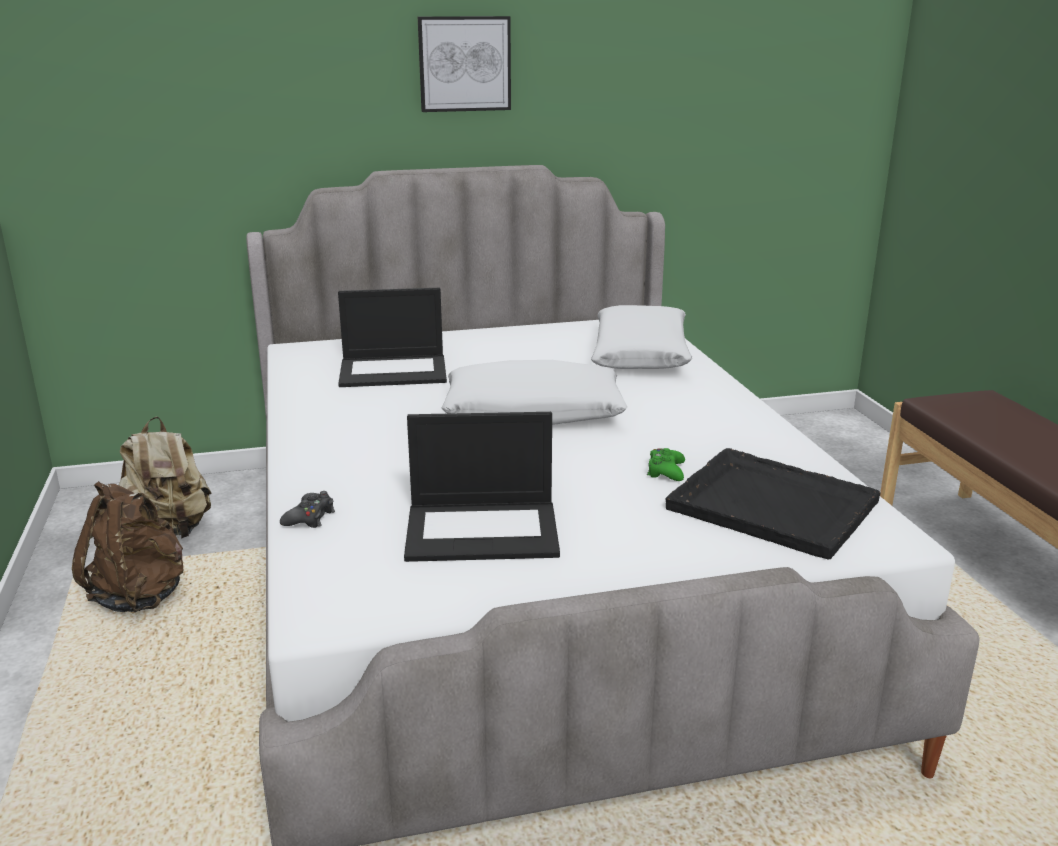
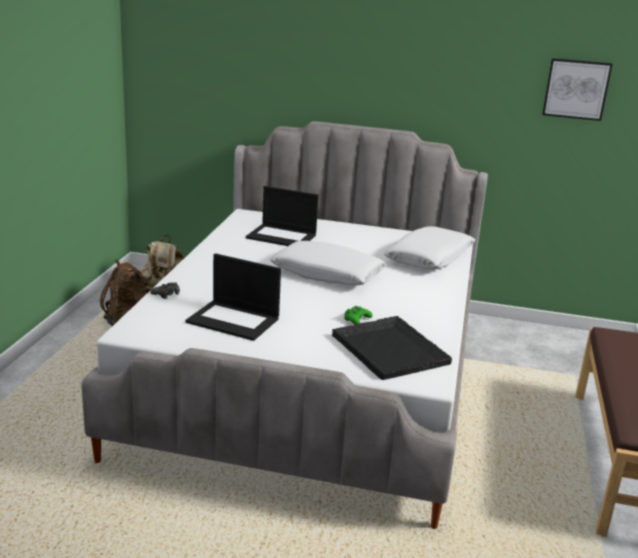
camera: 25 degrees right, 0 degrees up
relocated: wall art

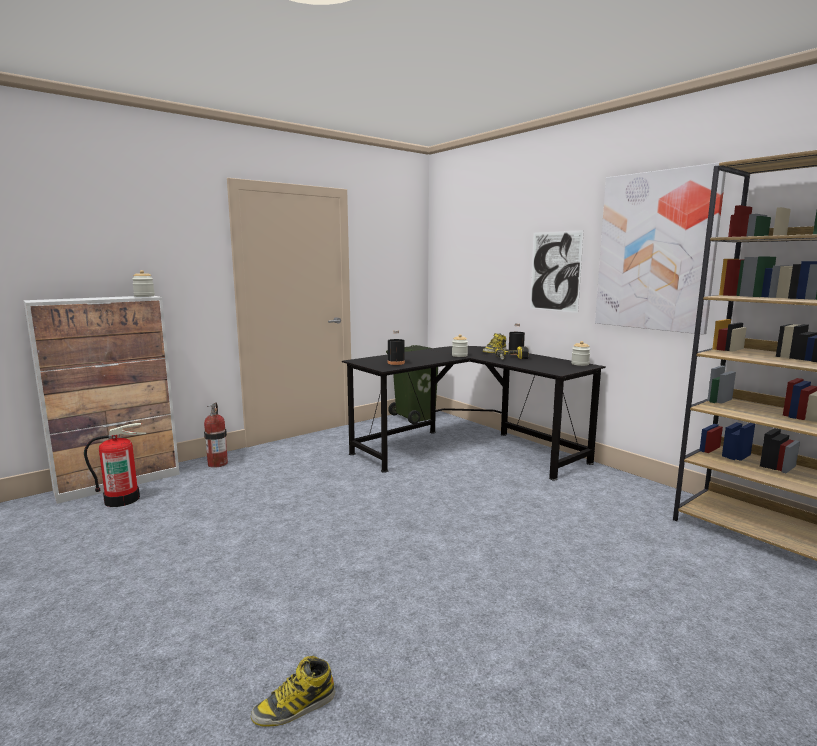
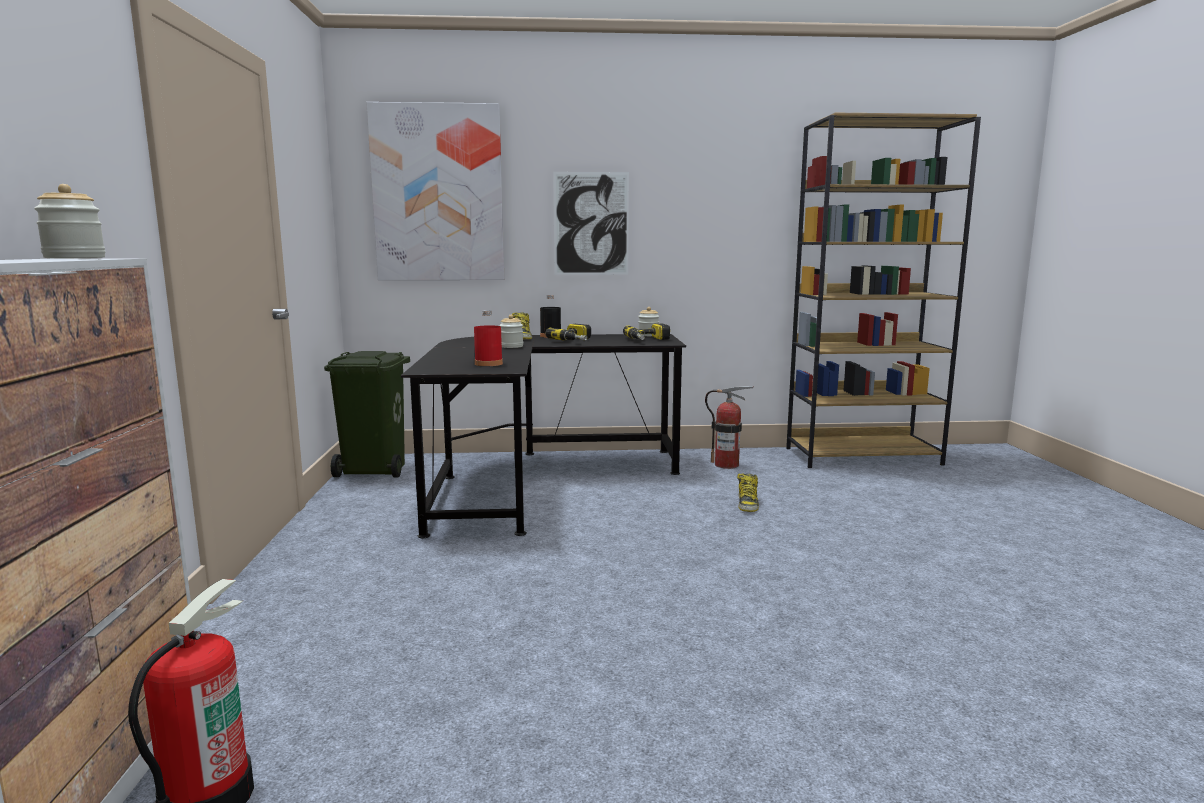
camera: 55 degrees left, 0 degrees up
appeared: electric drill (no. 2 from left)
relocated: wall art (no. 2 from left in the first image) to wall art (no. 1 from left); fire extinguisher (no. 2 from left); tall boot (no. 1 from left in the first image) to tall boot (no. 2 from left)
colour: beverage bottle/black (no. 1 from left) to beverage bottle/red

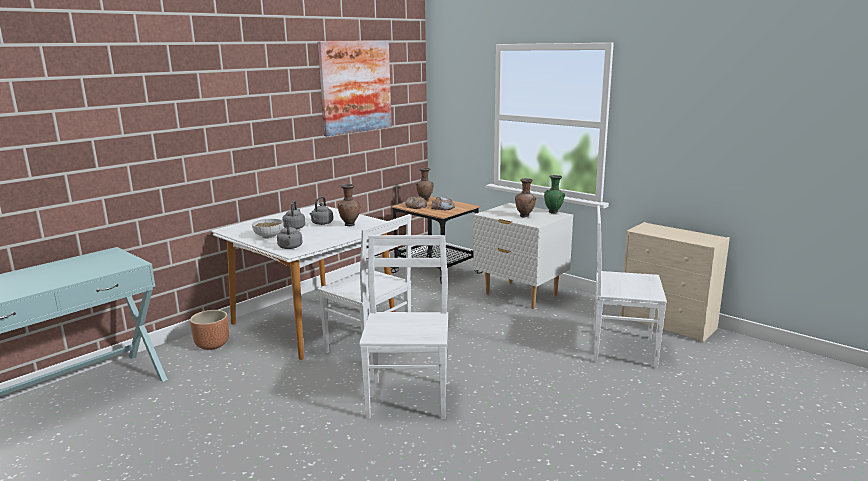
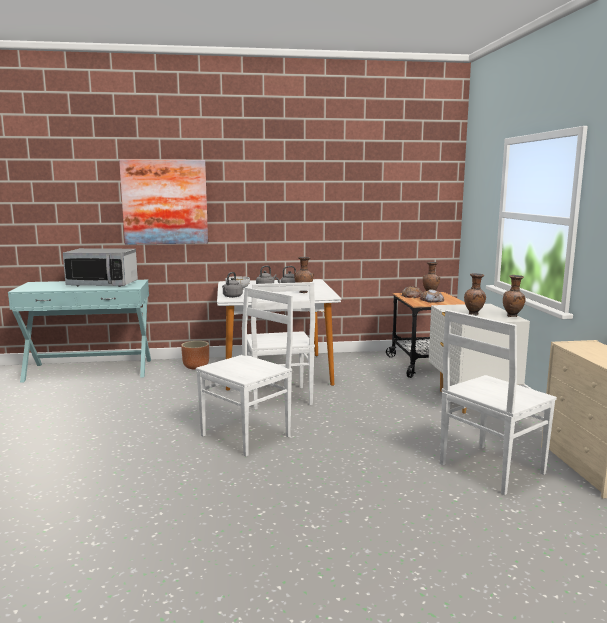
camera: 40 degrees right, 5 degrees down
appeared: microwave oven
relocated: wall art
colour: vase/green-coloured to vase/brown-coloured (no. 4 from left)
spun: upright chair/white-coloured (no. 3 from left) 90 degrees counterclockwise

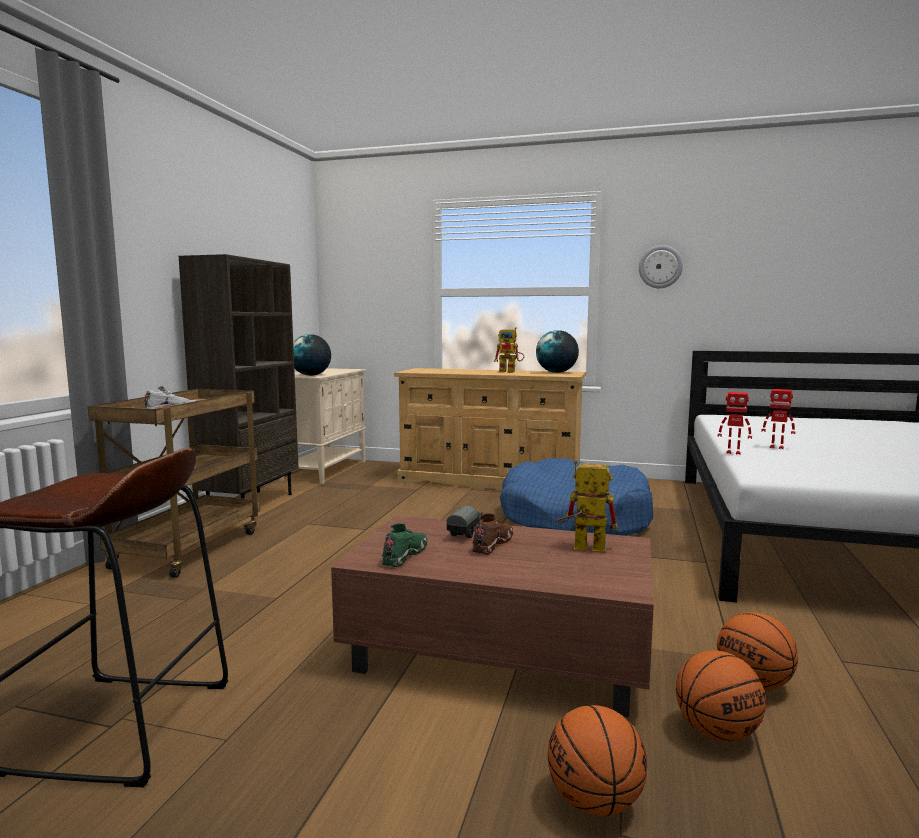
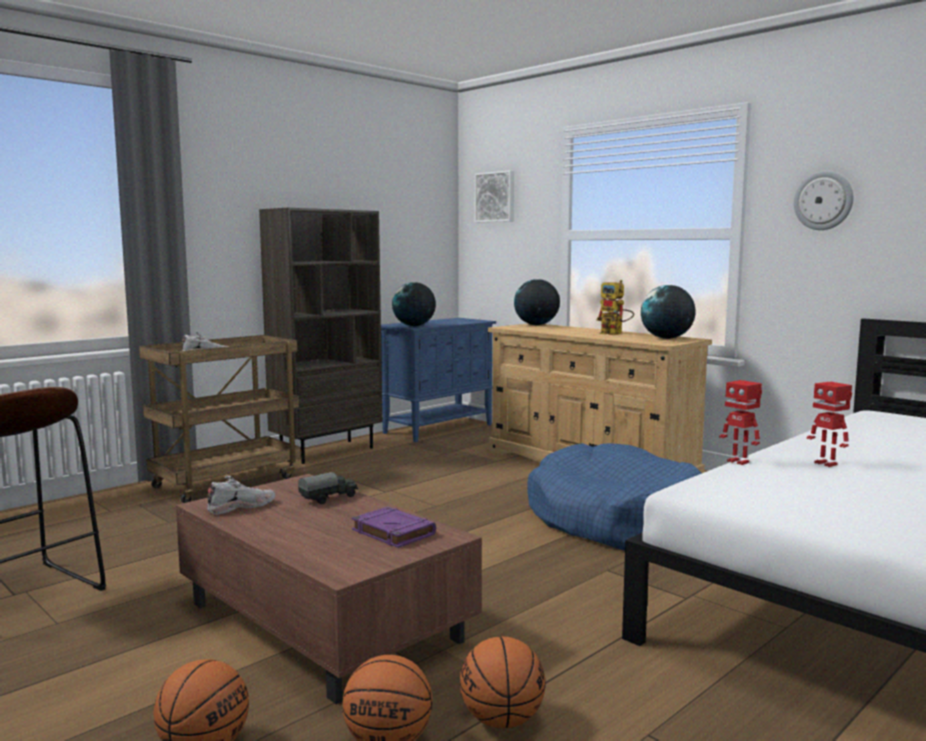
camera: 30 degrees right, 0 degrees up
missing: item of footwear/brown-coloured
appeared: wall art; world globe (no. 2 from left)
exchanged: toy robot (no. 2 from left) to book/purplish
colour: cupboard/beige to cupboard/blue; item of footwear/green-coloured to item of footwear/white-coloured (no. 2 from left)

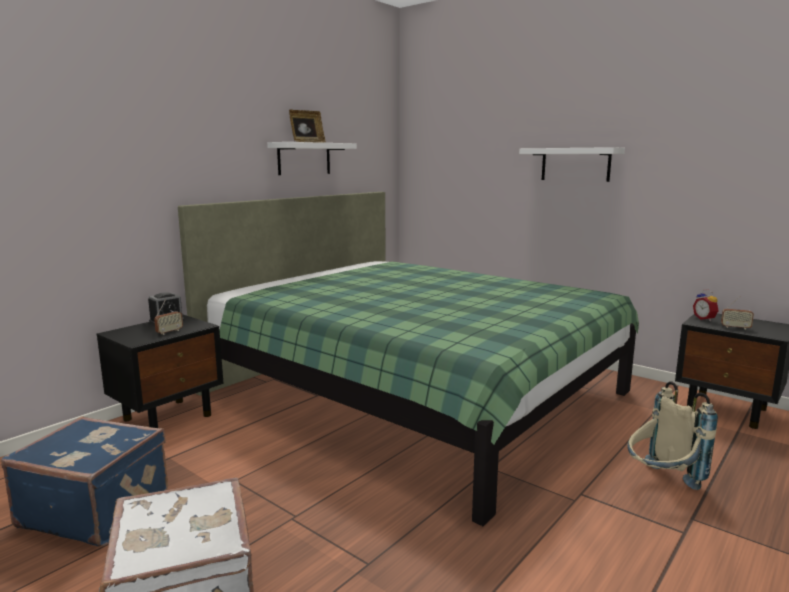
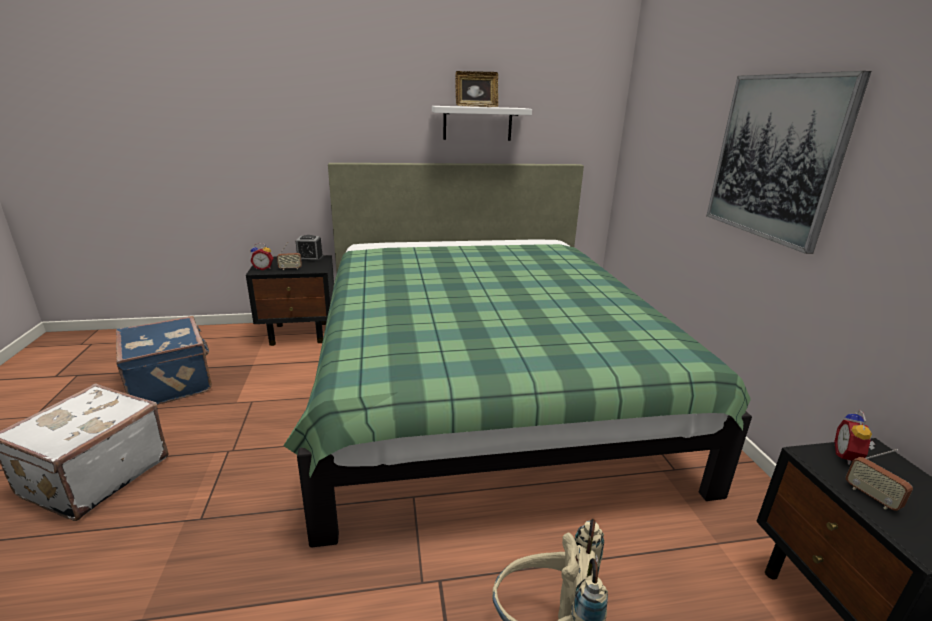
camera: 40 degrees right, 10 degrees up
appeared: alarm clock (no. 1 from left)
exchanged: shelf/white-coloured (no. 2 from left) to wall art

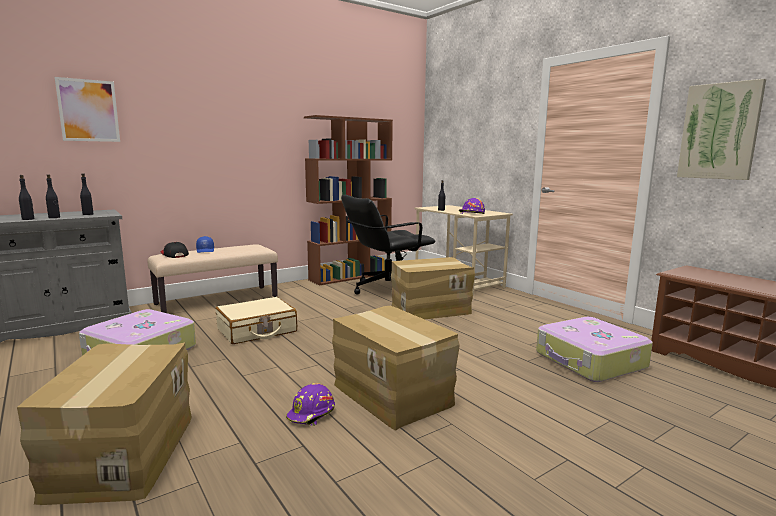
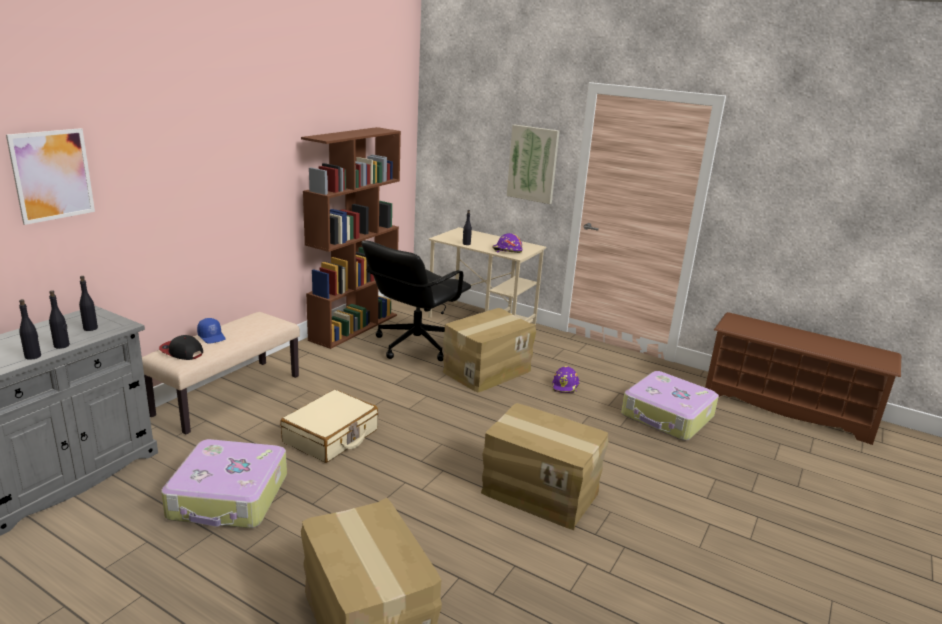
camera: 25 degrees left, 10 degrees up
relocated: wall art (no. 2 from left); safety helmet/purplish (no. 1 from left in the first image) to safety helmet/purplish (no. 2 from left)

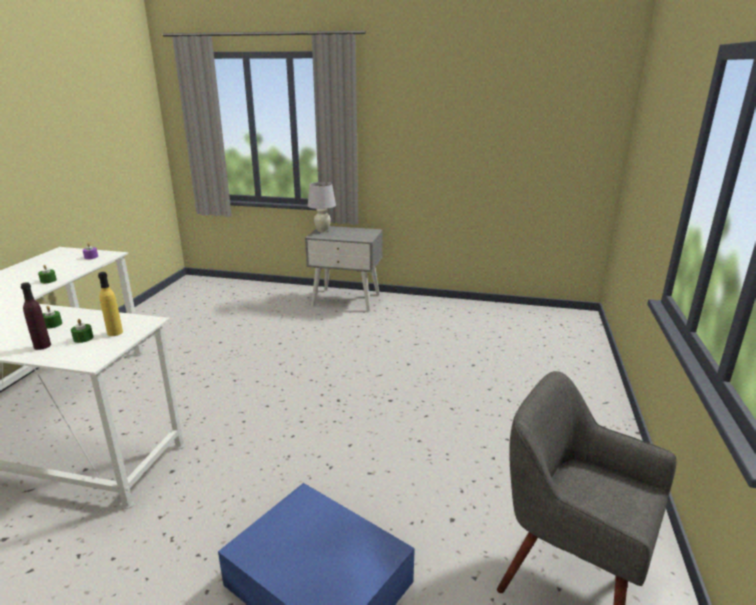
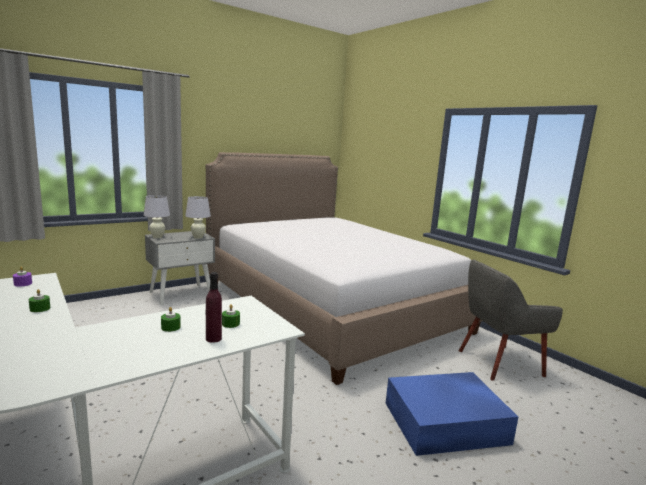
camera: 50 degrees left, 10 degrees down
missing: beverage bottle/yellow
appeared: bed; tabletop lamp/white-coloured (no. 2 from left)

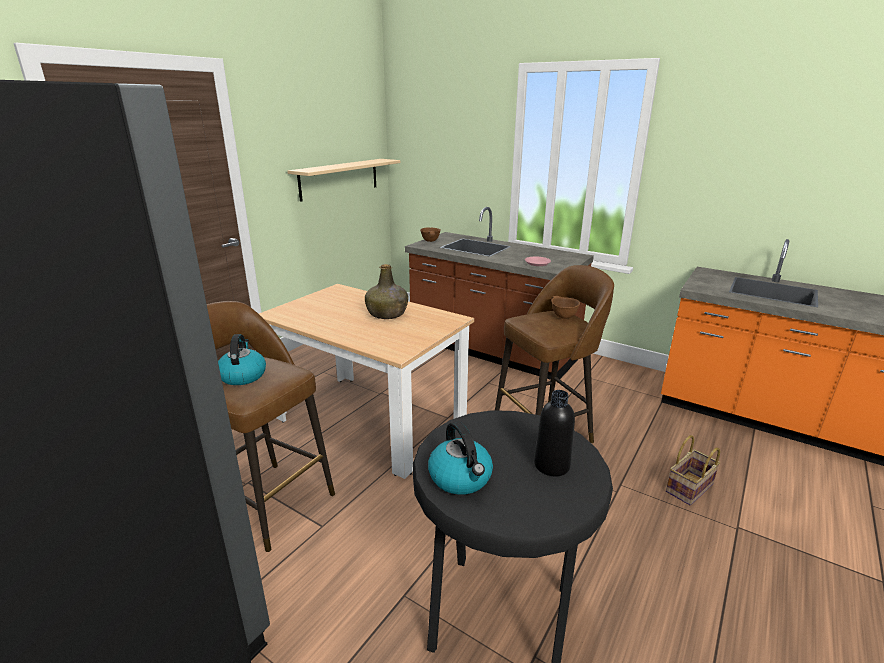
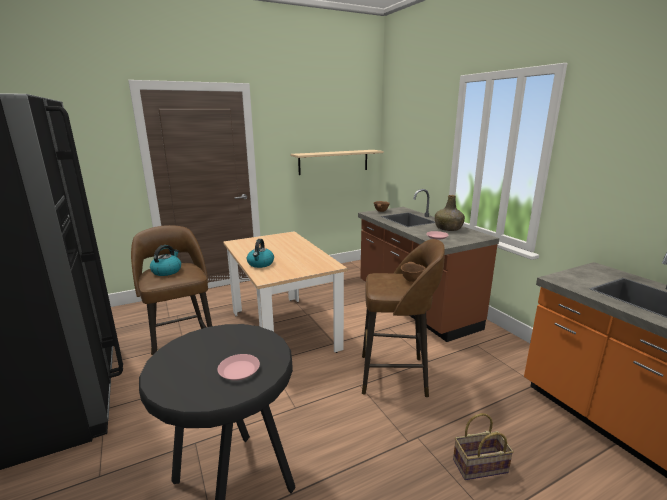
camera: 30 degrees right, 5 degrees down
relocated: beverage bottle/green-coloured; water kettle (no. 2 from left)
exchanged: beverage bottle/black to plate/pink-coloured (no. 1 from left)

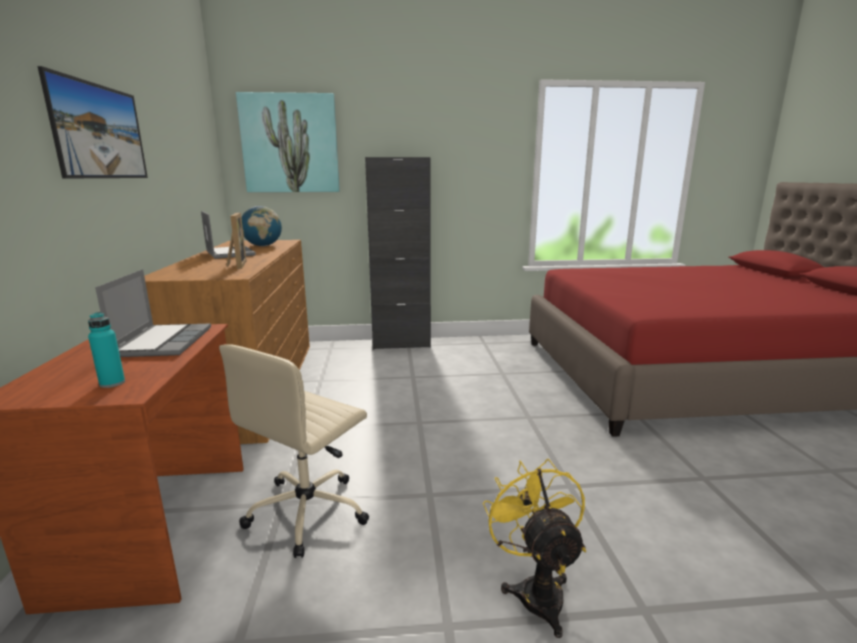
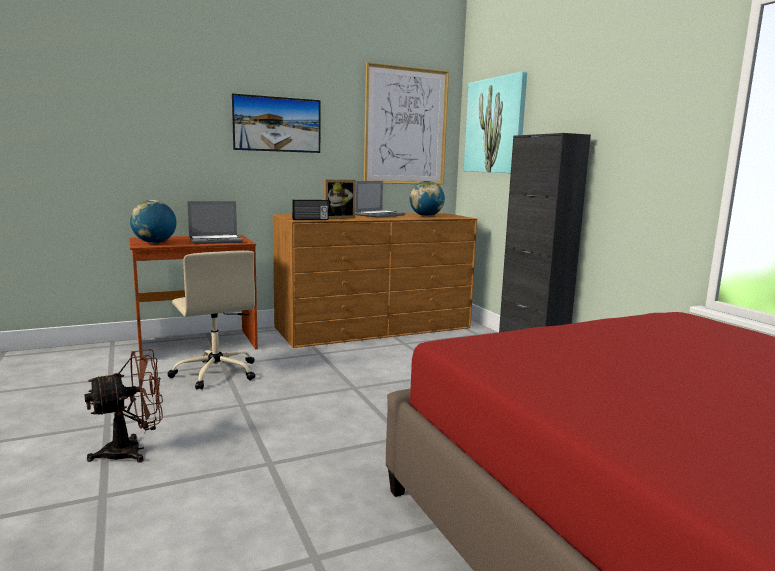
camera: 70 degrees right, 5 degrees down
appeared: wall art (no. 2 from left); radio set
exchanged: beverage bottle/turquoise-coloured to world globe (no. 1 from left)
colour: fan/yellow to fan/brown-coloured
spun: office chair/beige 135 degrees counterclockwise

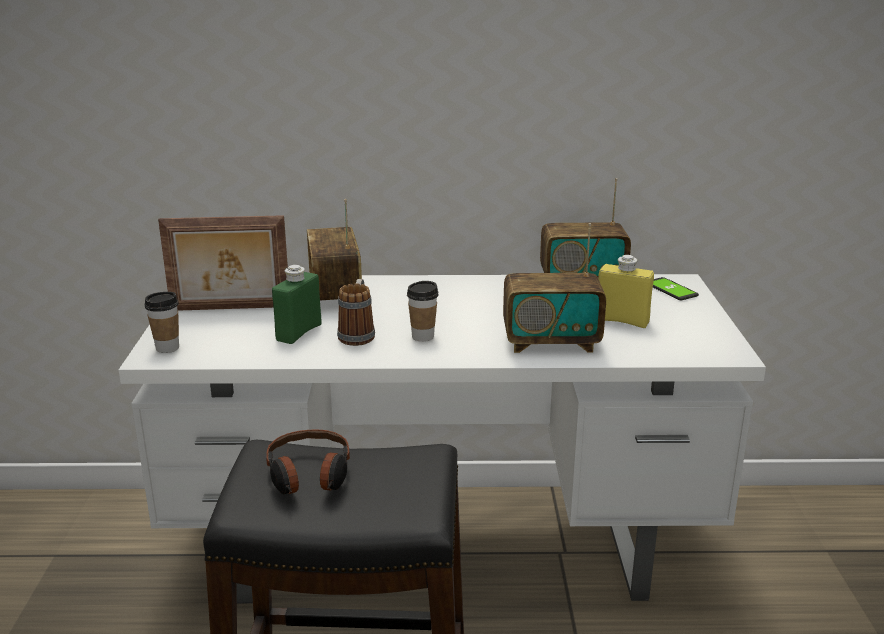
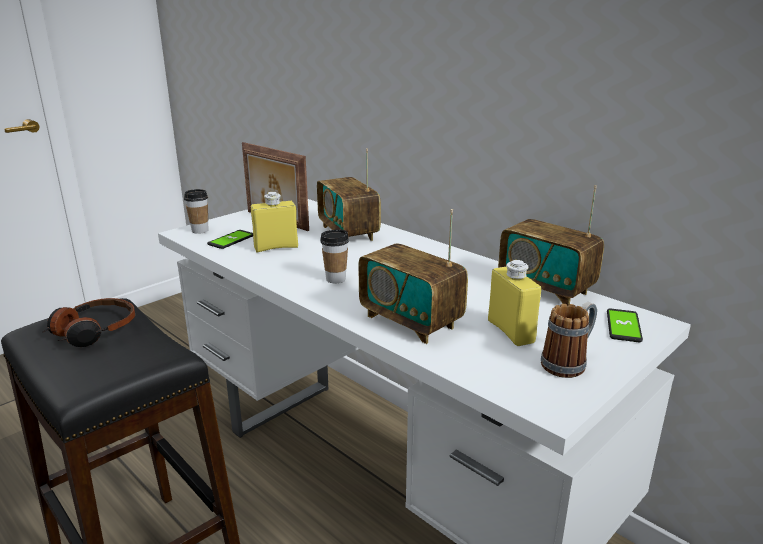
camera: 45 degrees right, 0 degrees up
appeared: telephone (no. 1 from left)
relocated: tea mug
colour: beverage bottle/green-coloured to beverage bottle/yellow (no. 1 from left)
spun: radio set (no. 1 from left) 60 degrees counterclockwise

